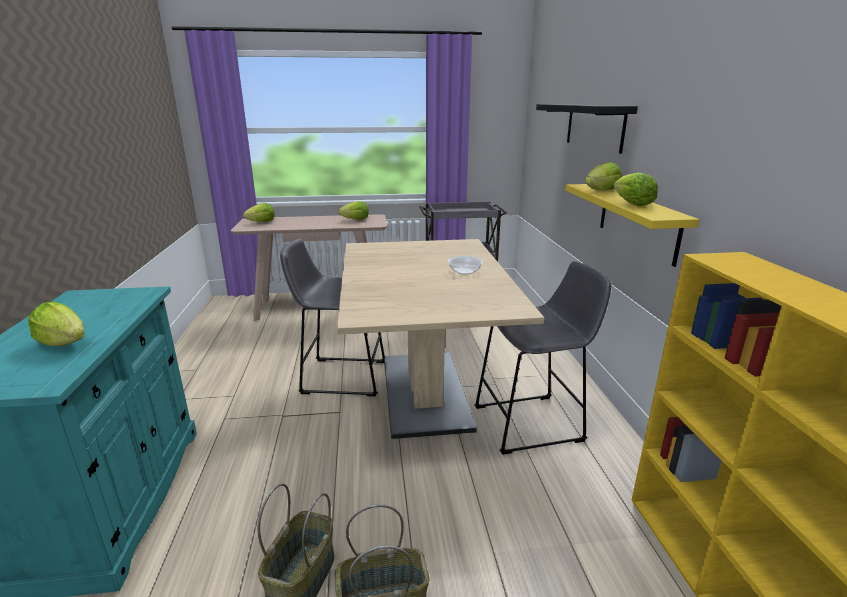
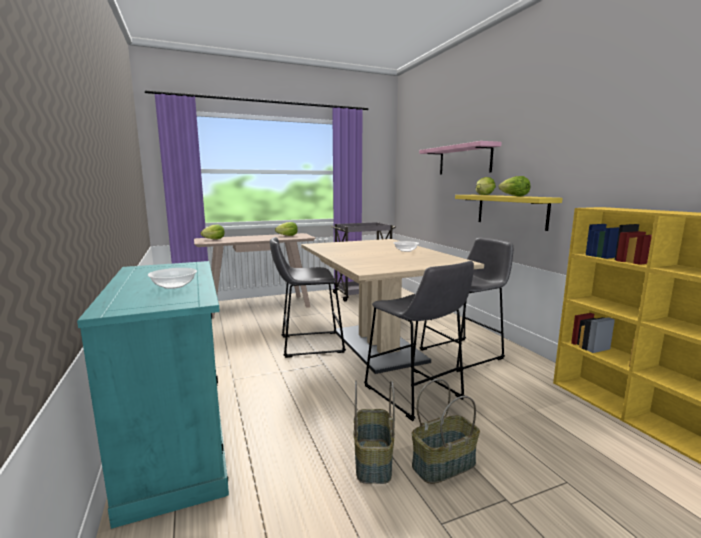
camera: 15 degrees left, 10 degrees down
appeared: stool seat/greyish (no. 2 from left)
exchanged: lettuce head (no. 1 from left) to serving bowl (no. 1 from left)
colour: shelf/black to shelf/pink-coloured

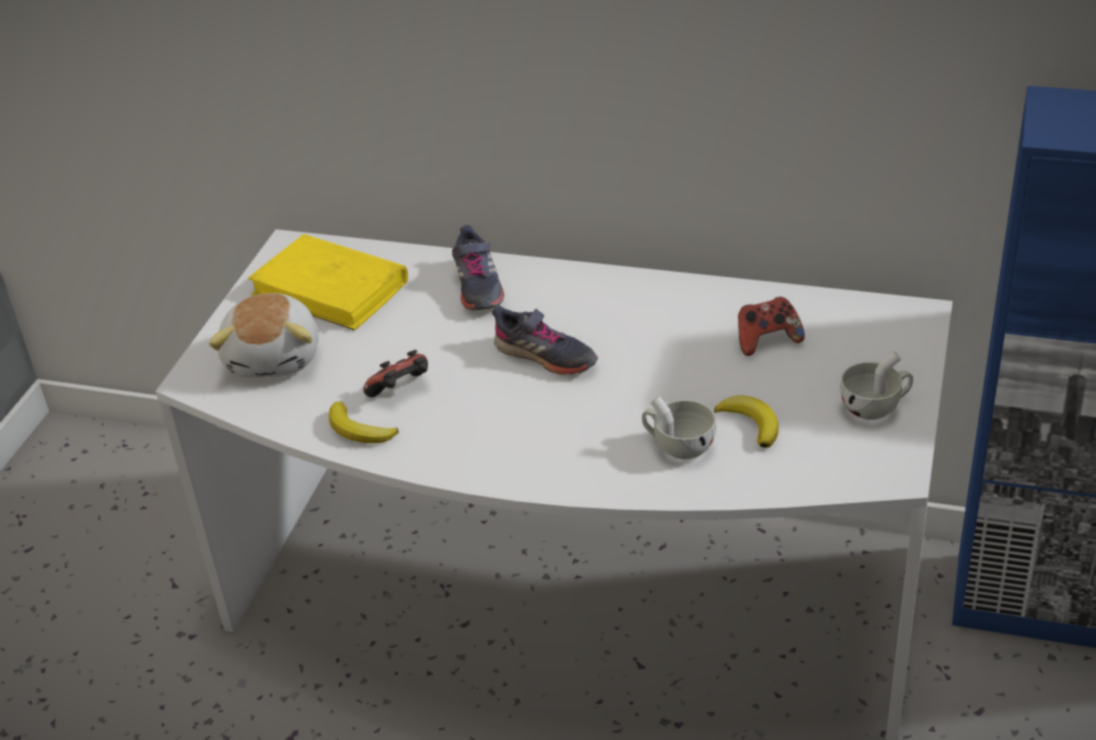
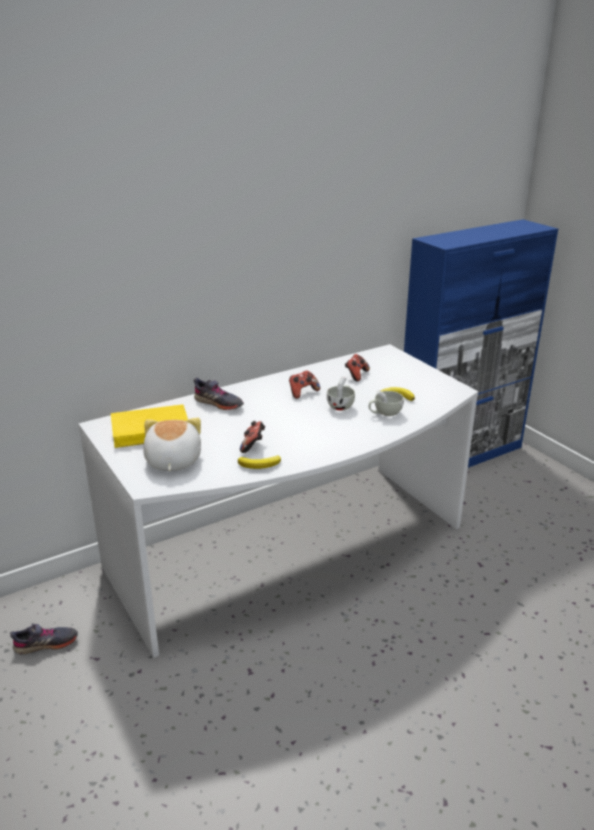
camera: 50 degrees left, 10 degrees down
appeared: gamepad (no. 2 from left)
relocated: item of footwear/greyish (no. 2 from left in the first image) to item of footwear/greyish (no. 1 from left); drinking cup/white-coloured (no. 2 from left in the first image) to drinking cup/white-coloured (no. 1 from left)
spun: plush toy 135 degrees counterclockwise

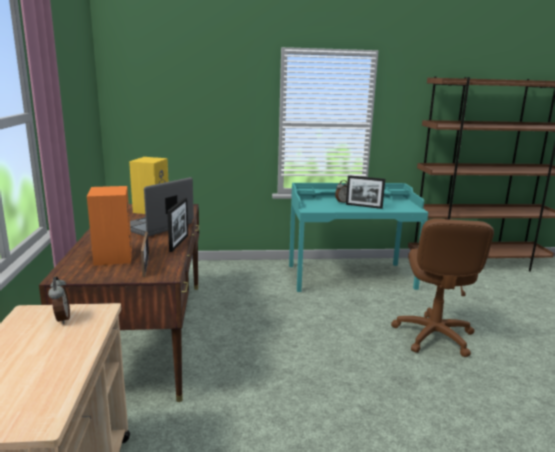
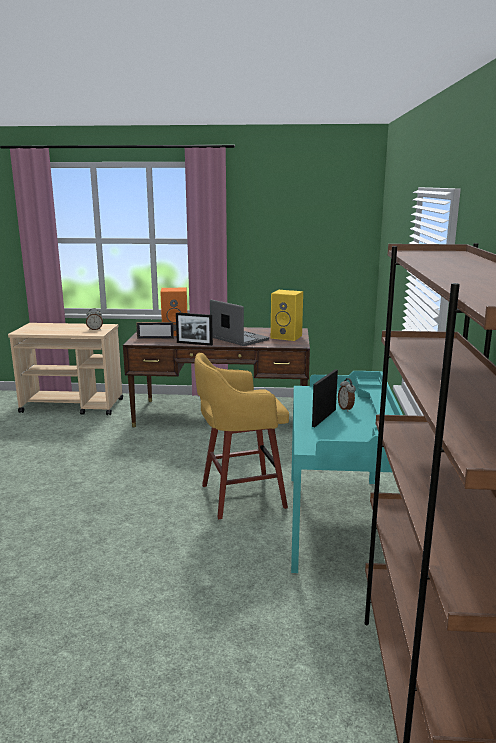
camera: 100 degrees right, 0 degrees up
missing: office chair/brown-coloured
appeared: stool seat/yellow

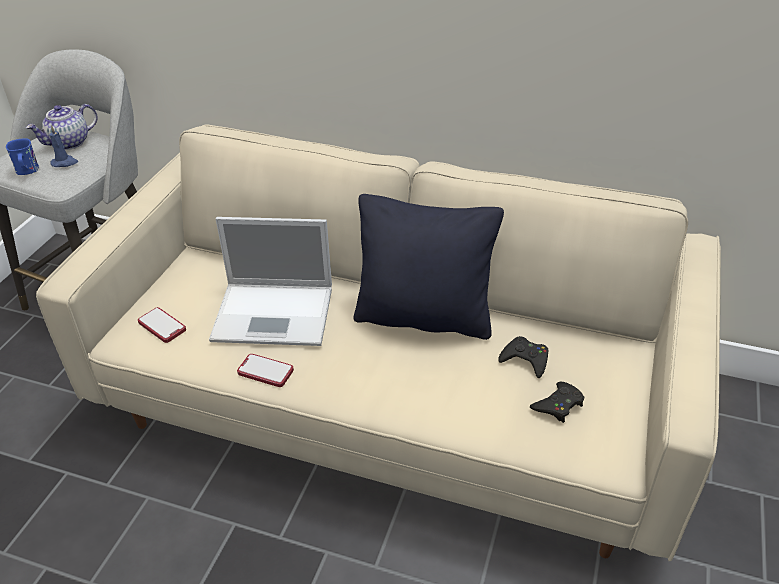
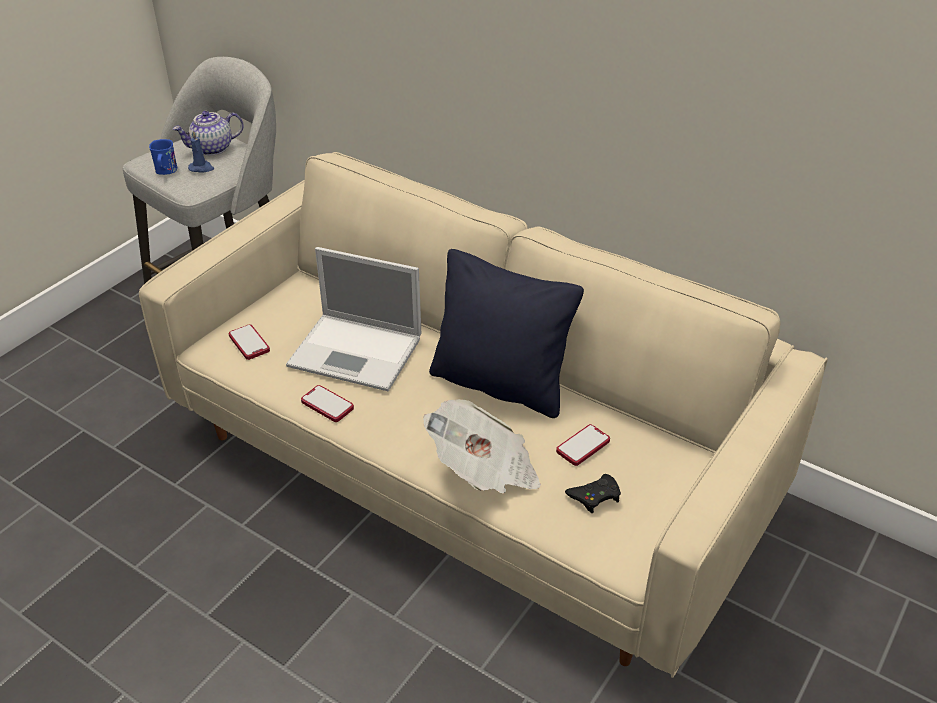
camera: 15 degrees right, 0 degrees up
appeared: newspaper
exchanged: gamepad/black (no. 1 from left) to telephone (no. 3 from left)

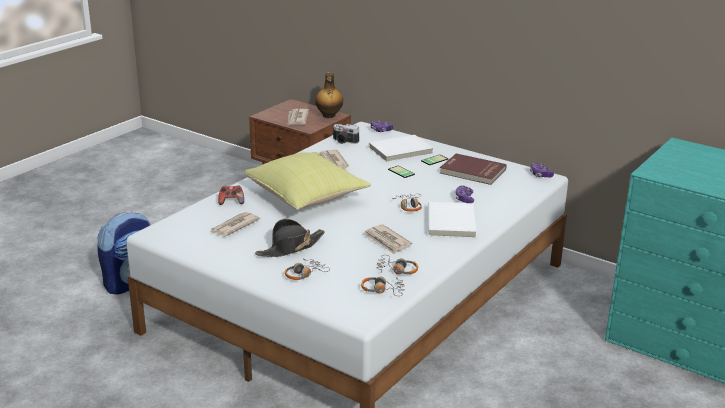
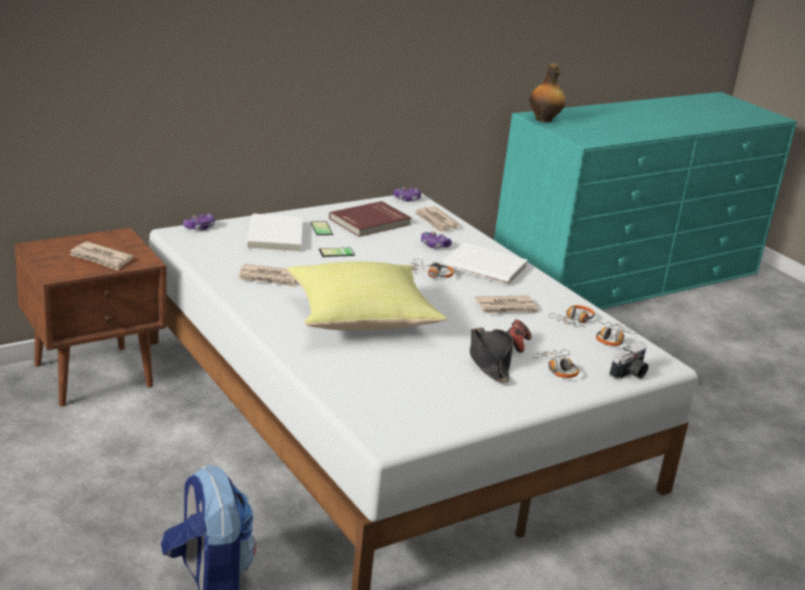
camera: 70 degrees left, 0 degrees up
relocated: beverage bottle; still camera; gamepad (no. 1 from left in the first image) to gamepad (no. 4 from left); newspaper (no. 1 from left in the first image) to newspaper (no. 3 from left)

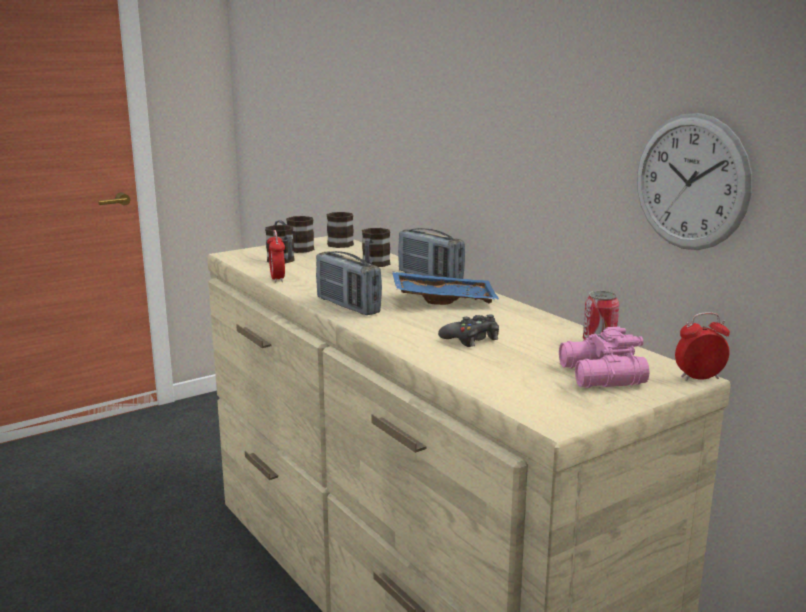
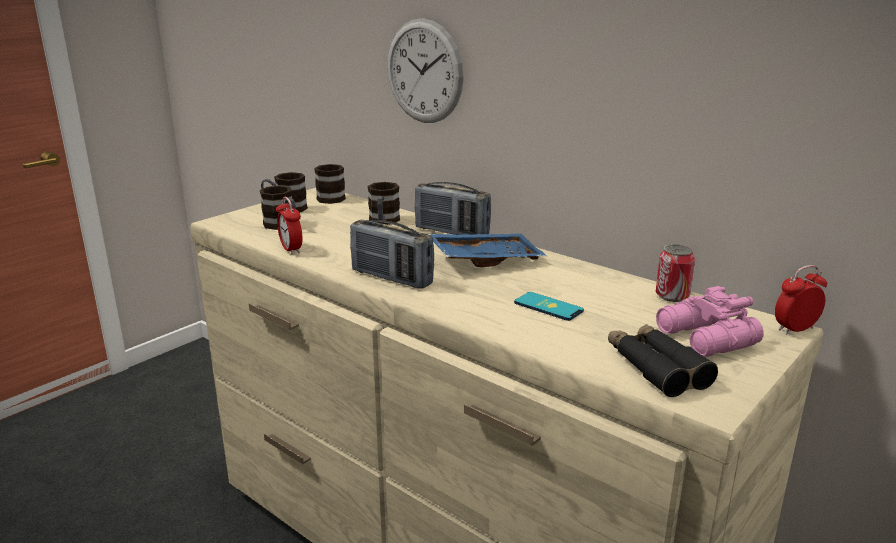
camera: 15 degrees left, 5 degrees up
appeared: pair of binoculars/black
relocated: wall clock
exchanged: gamepad/black to telephone

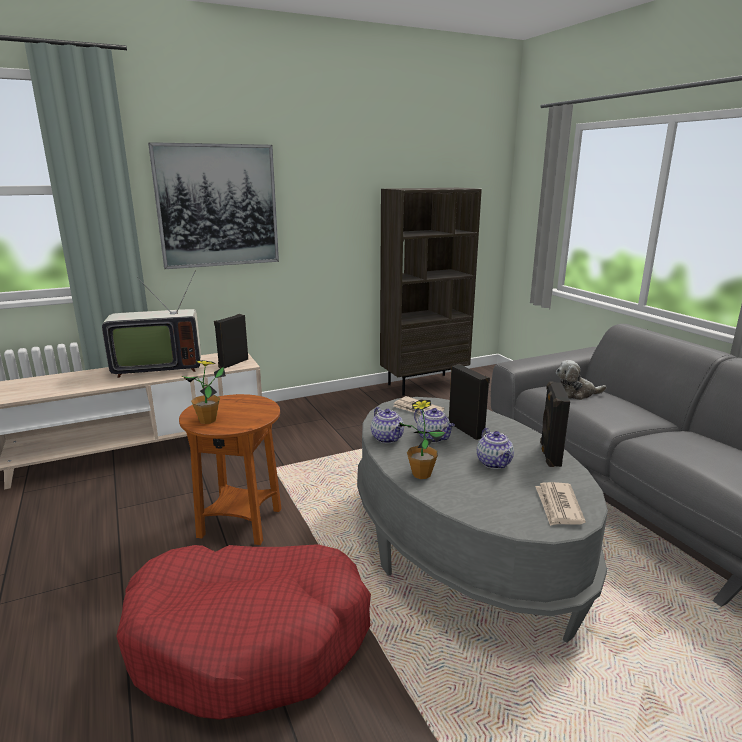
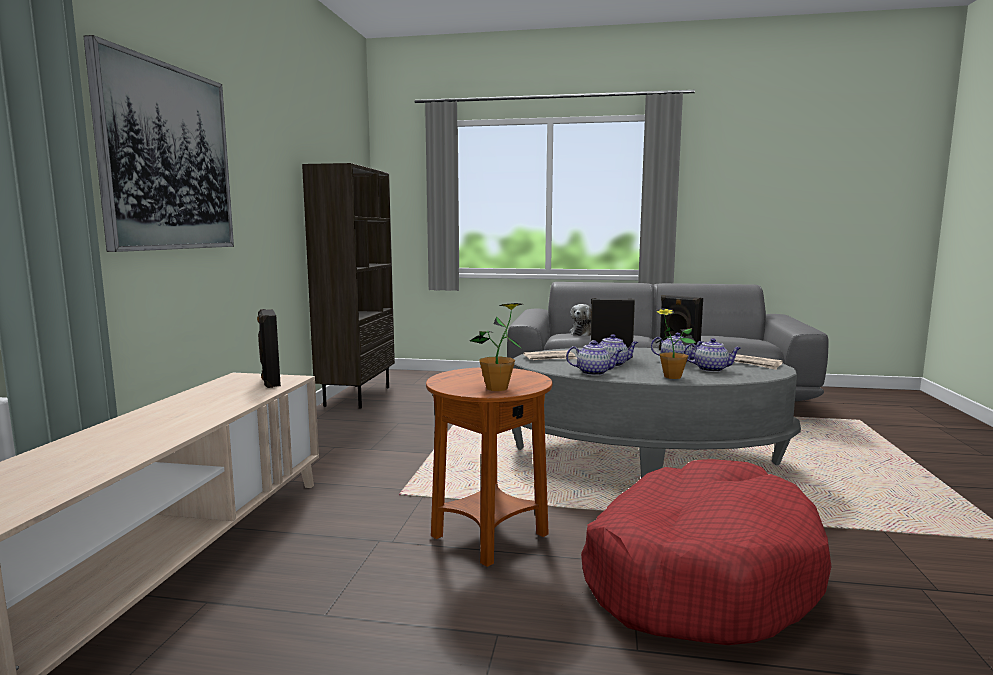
camera: 55 degrees left, 10 degrees down
missing: TV set
appeared: pot for tea (no. 4 from left)

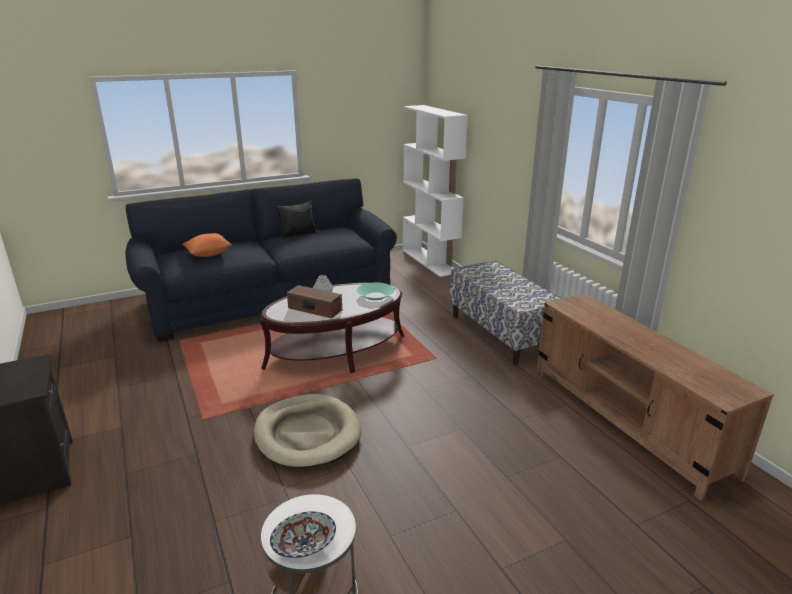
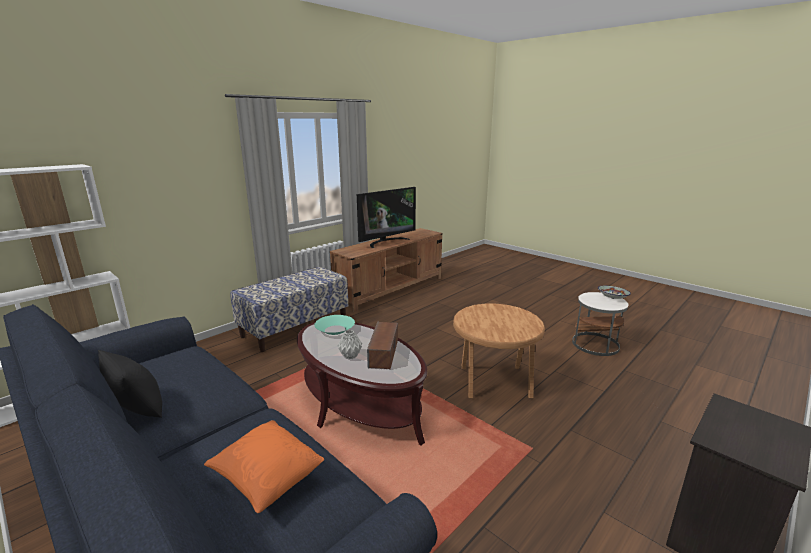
camera: 110 degrees left, 5 degrees down
appeared: TV set
exchanged: pet bed/beige to side table/brown-coloured

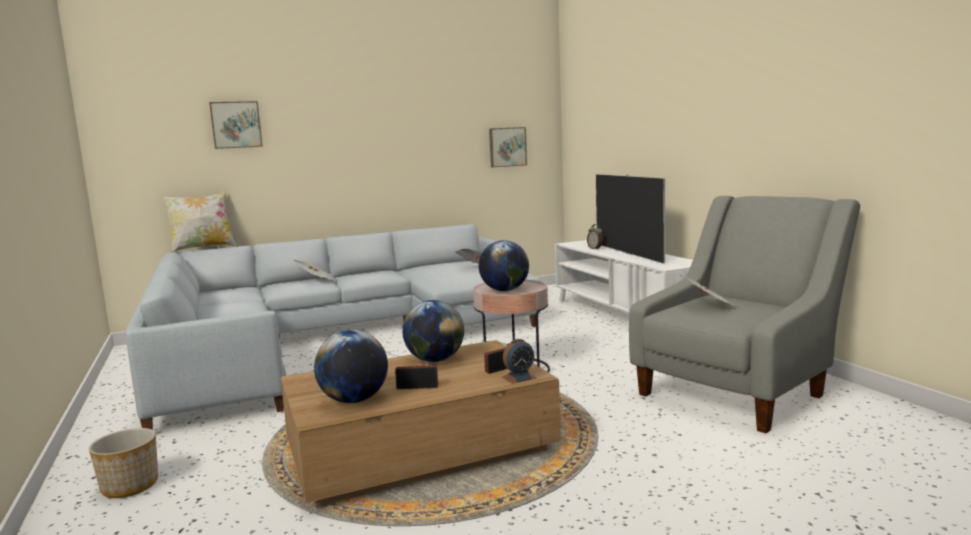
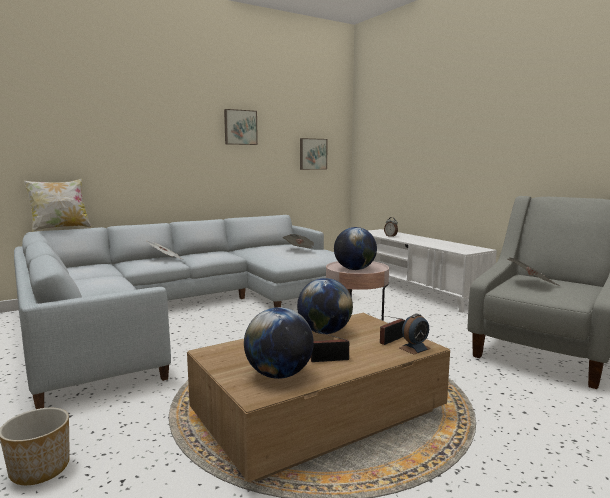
camera: 10 degrees left, 0 degrees up
missing: TV set
relocated: wall art (no. 1 from left)

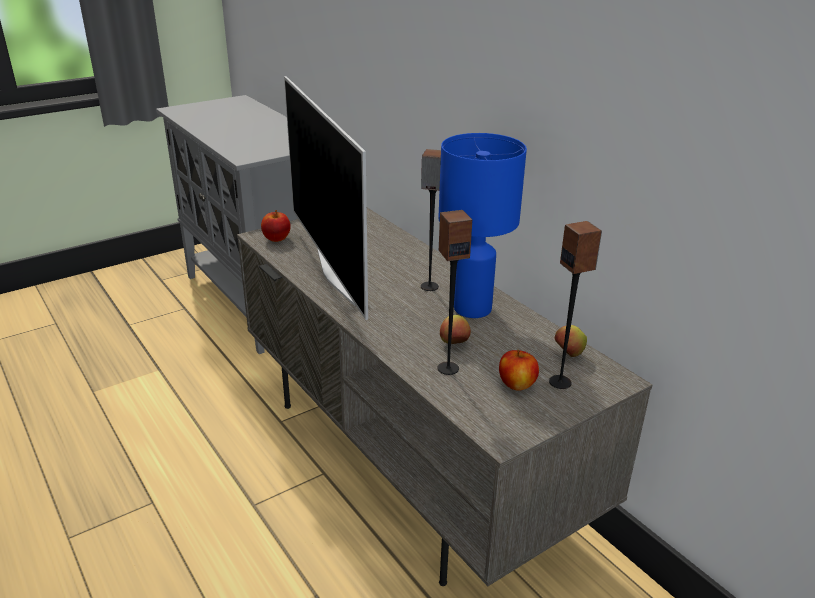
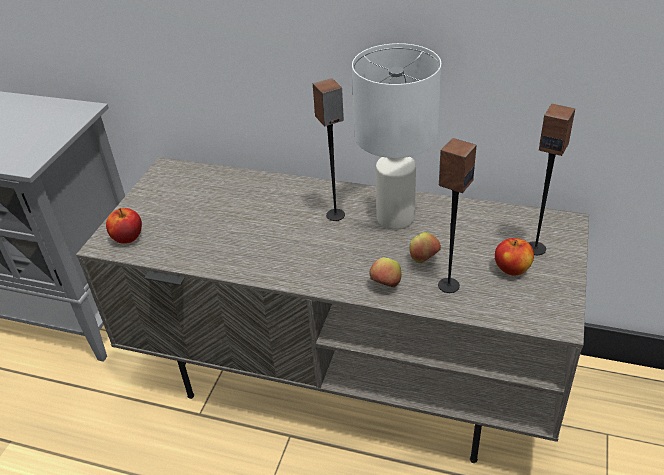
camera: 35 degrees left, 10 degrees up
missing: TV set
relocated: apple fruit (no. 4 from left in the first image) to apple fruit (no. 2 from left)
colour: tabletop lamp/blue to tabletop lamp/white-coloured

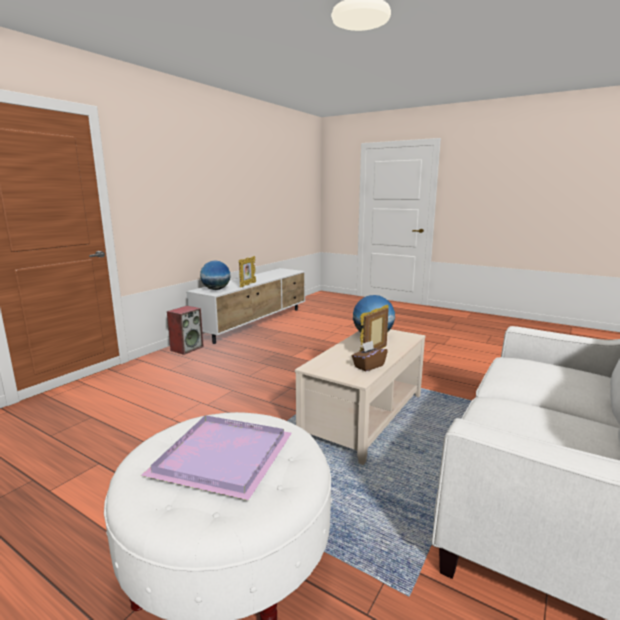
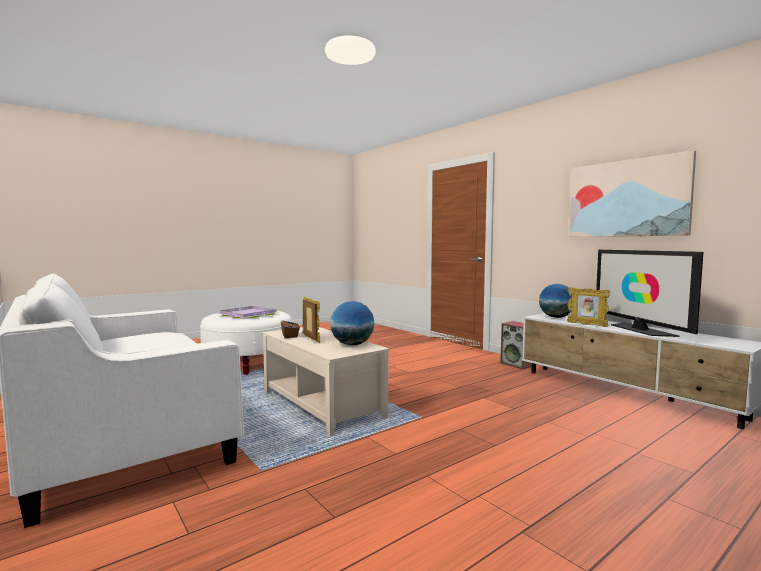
camera: 110 degrees right, 10 degrees down
appeared: wall art; TV set

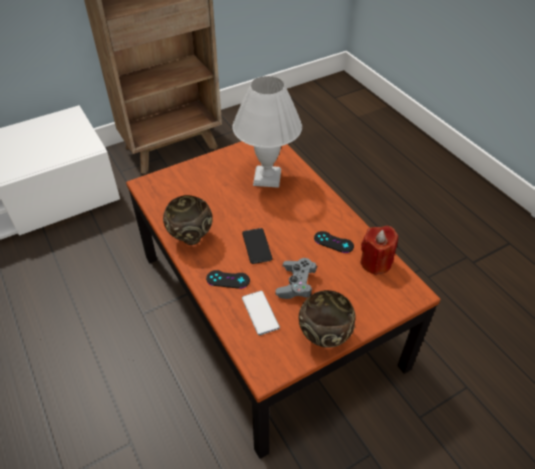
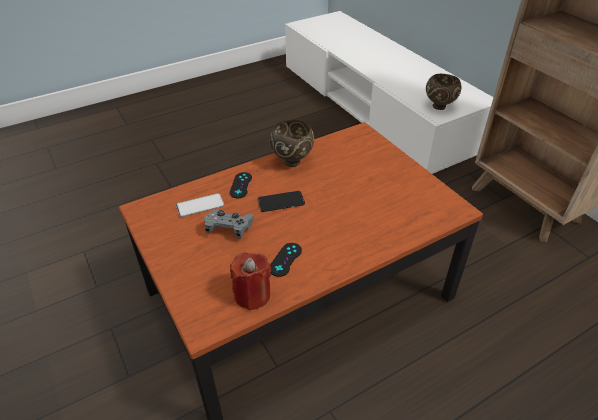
camera: 90 degrees right, 5 degrees down
missing: tabletop lamp/white-coloured
relocated: serving bowl/brown-coloured (no. 2 from left)

